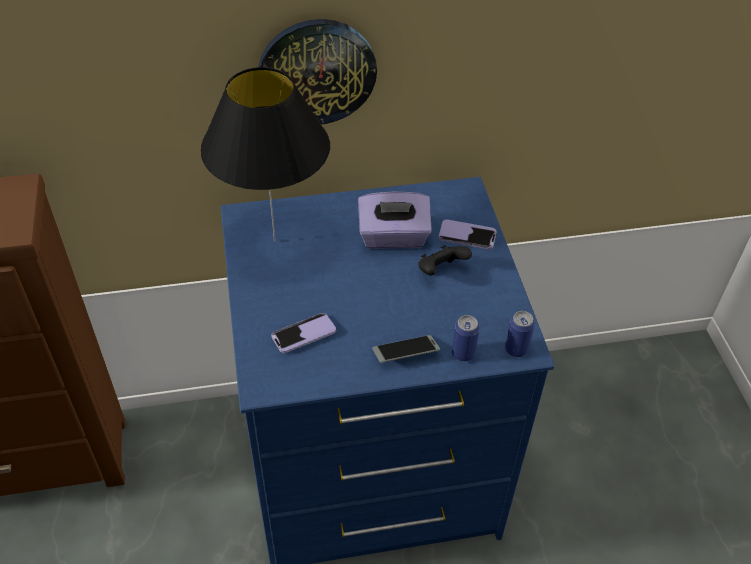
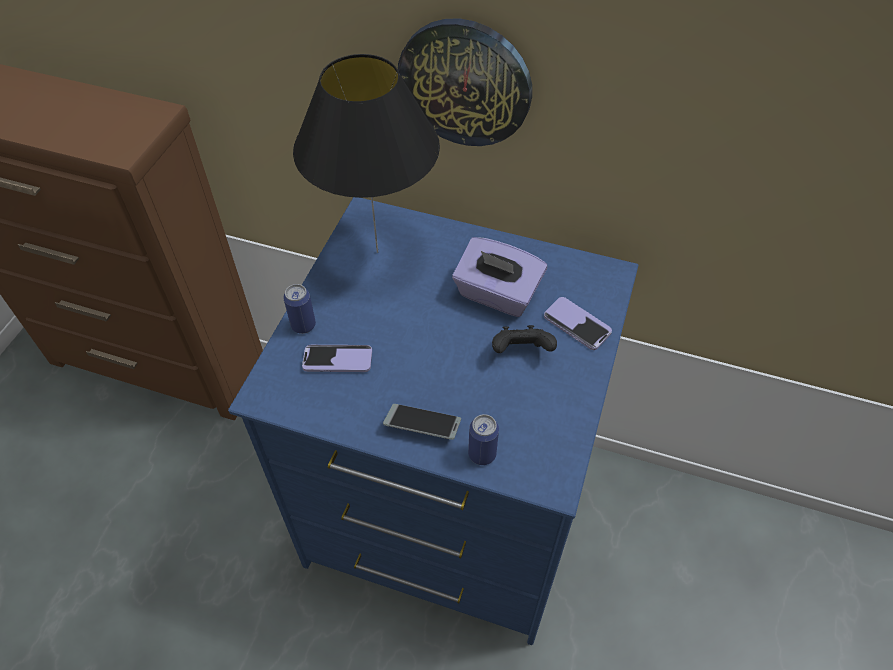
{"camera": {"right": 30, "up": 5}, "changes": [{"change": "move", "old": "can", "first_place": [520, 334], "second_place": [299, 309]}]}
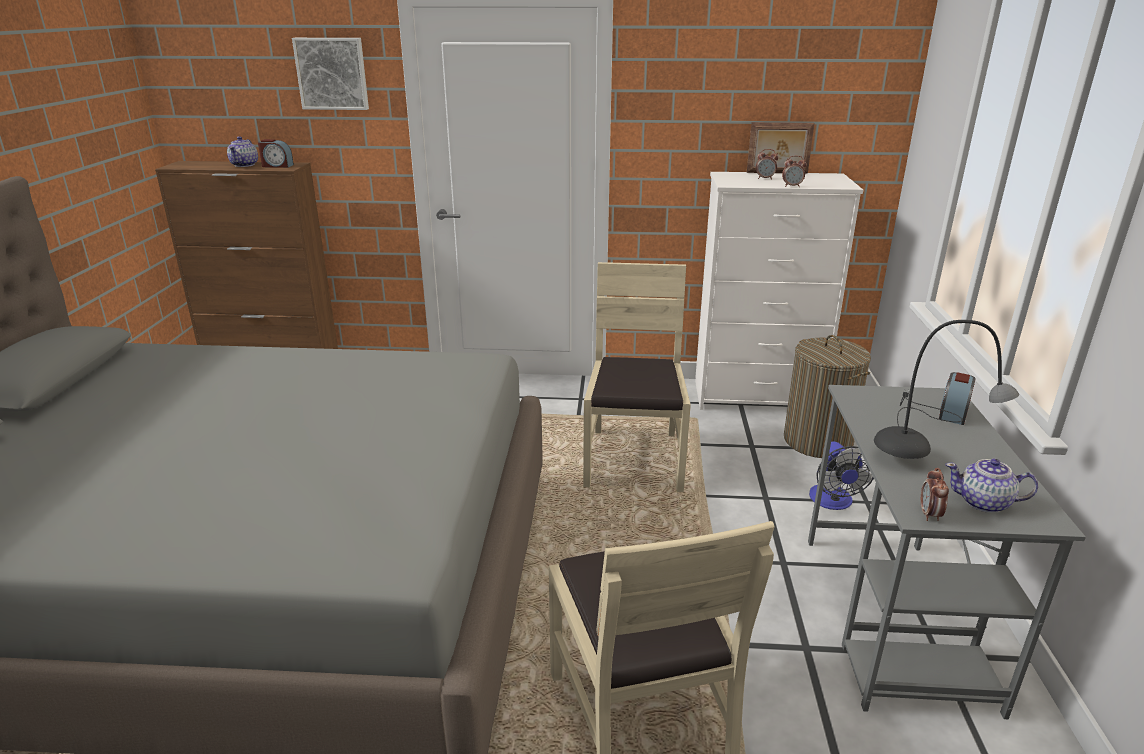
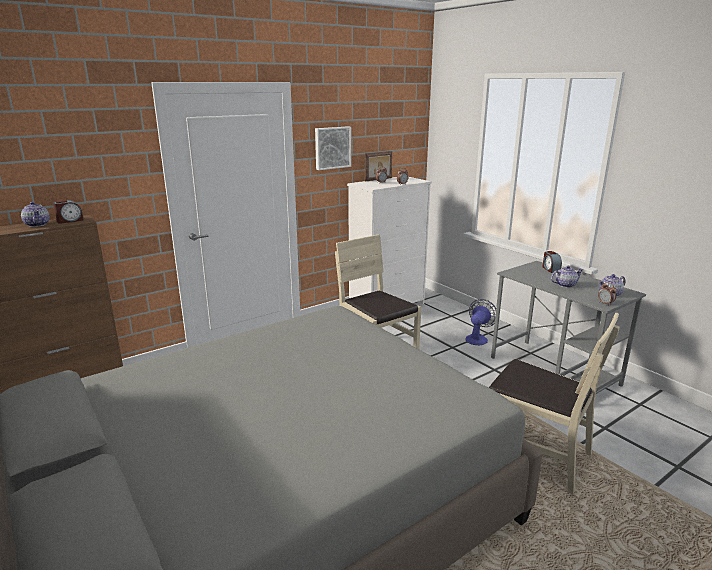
{"camera": {"right": -40, "up": -5}, "changes": [{"change": "move", "old": "picture", "first_place": [330, 74], "second_place": [333, 148]}, {"change": "replace", "old": "grey table lamp", "new": "teapot", "first_place": [946, 389], "second_place": [567, 277]}, {"change": "delete", "old": "laundry basket", "first_place": [827, 396]}, {"change": "rotate", "old": "fan", "first_place": [841, 476], "second_place": [480, 322], "degrees": -105}]}
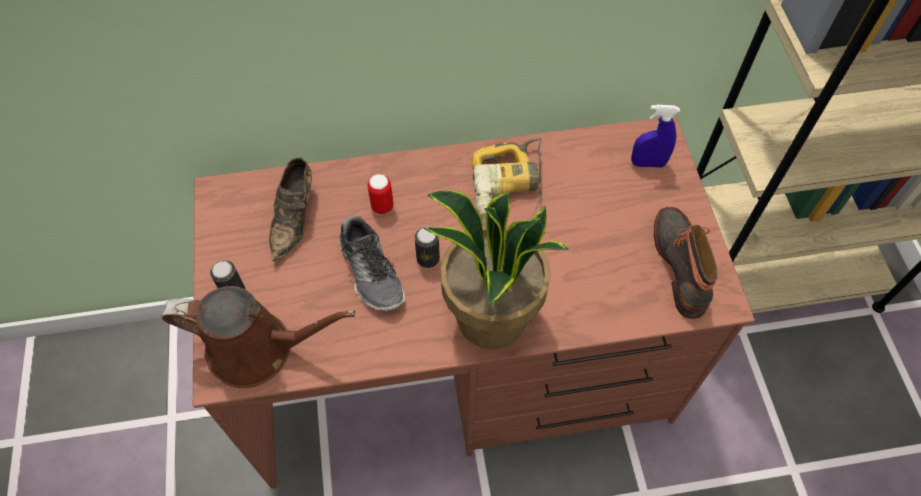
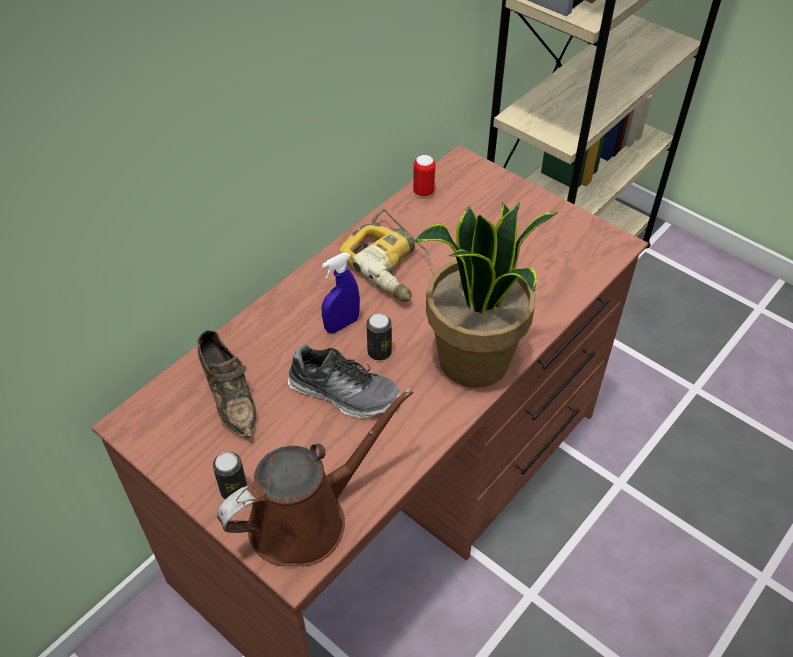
{"camera": {"right": -40, "up": -10}, "changes": [{"change": "move", "old": "blue spray bottle", "first_place": [655, 136], "second_place": [340, 293]}, {"change": "move", "old": "can", "first_place": [380, 194], "second_place": [424, 176]}, {"change": "delete", "old": "boot", "first_place": [686, 263]}]}
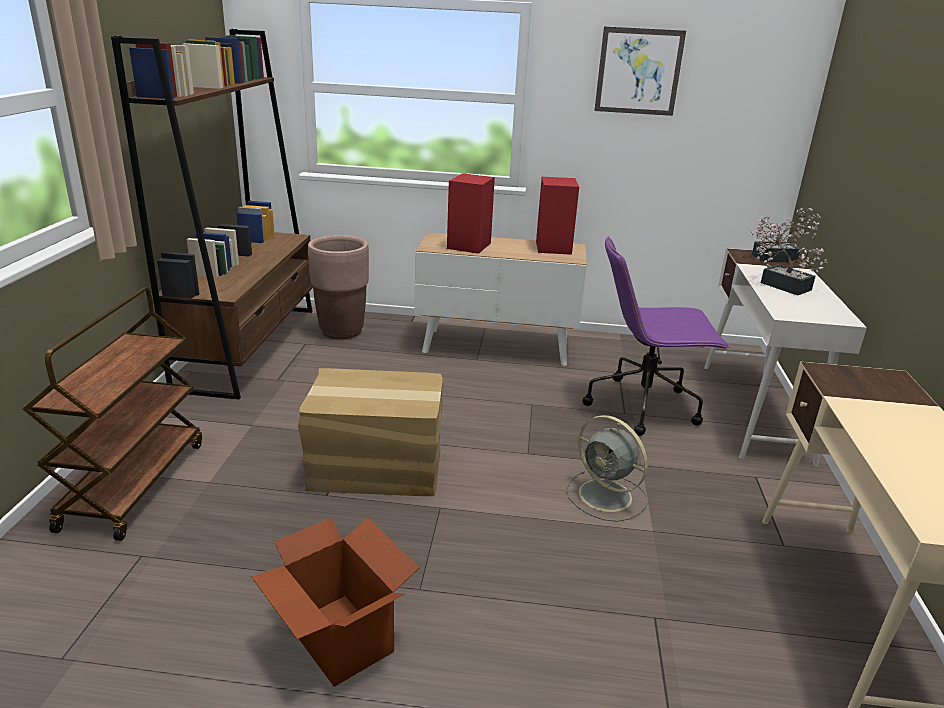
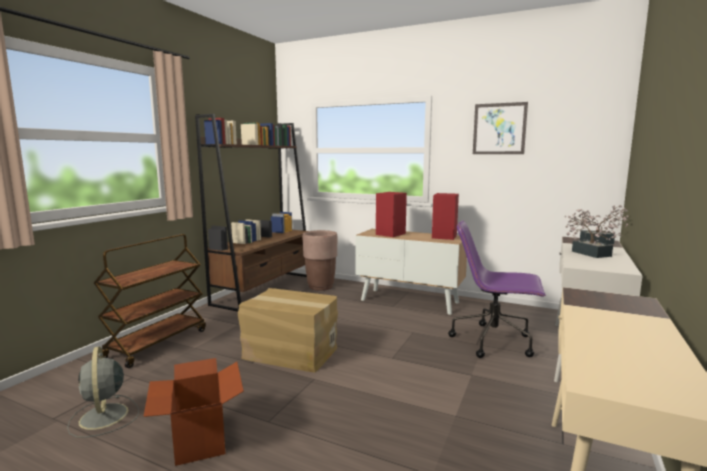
{"camera": {"right": 20, "up": -15}, "changes": [{"change": "move", "old": "grey fan", "first_place": [607, 468], "second_place": [103, 392]}]}
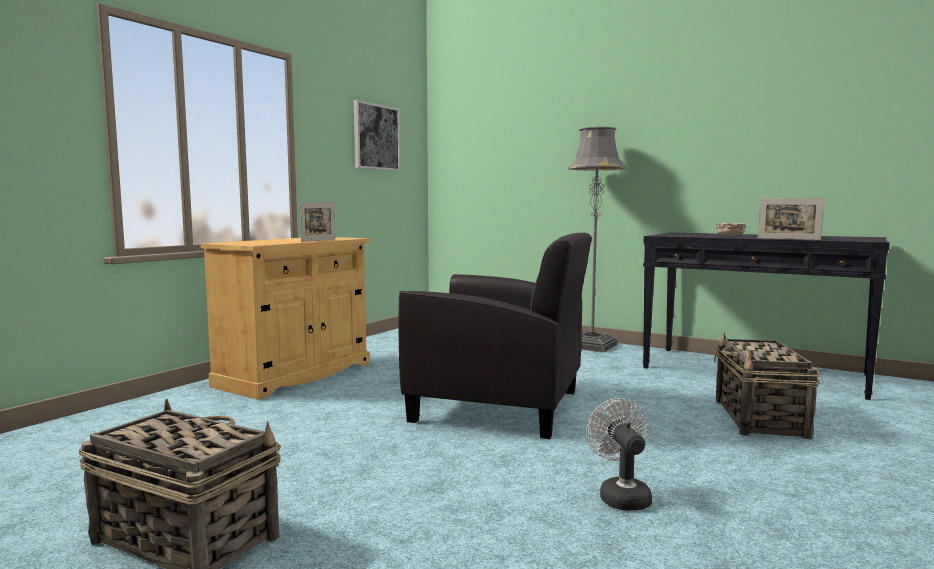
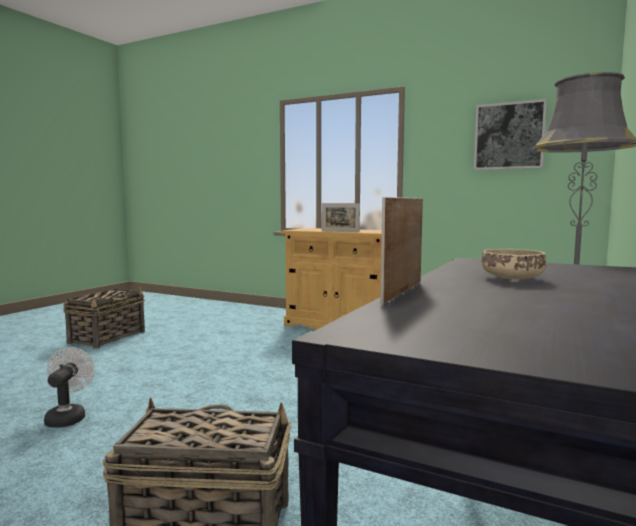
{"camera": {"right": 85, "up": 0}, "changes": [{"change": "delete", "old": "black armchair", "first_place": [495, 336]}, {"change": "rotate", "old": "white fan", "first_place": [619, 454], "second_place": [69, 387], "degrees": -75}]}
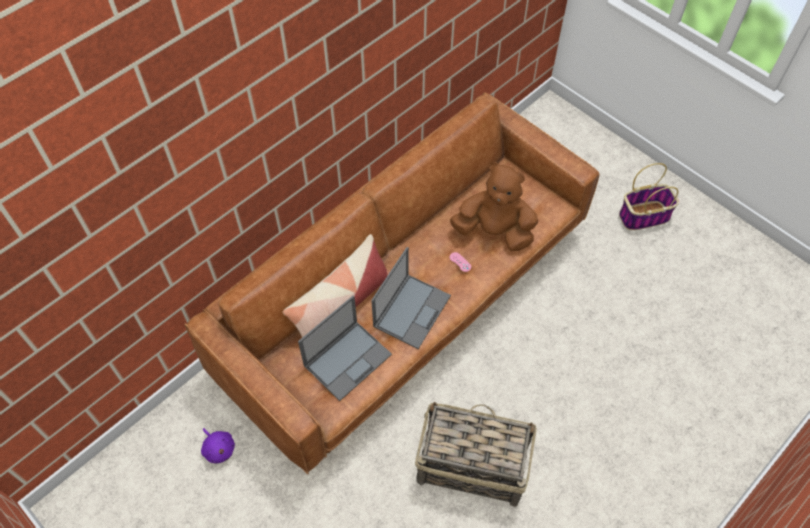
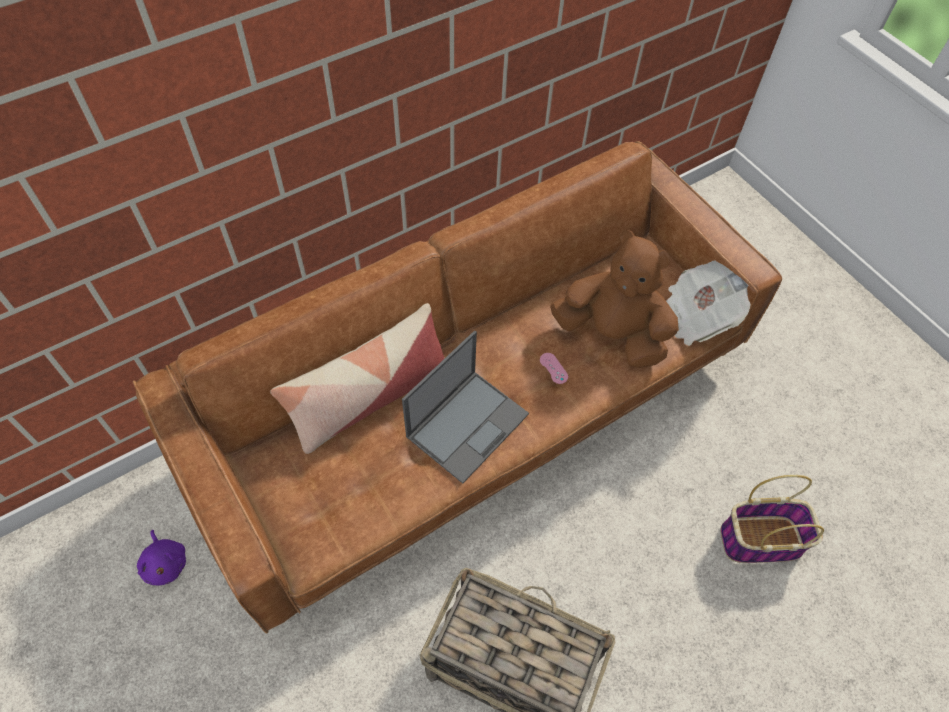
{"camera": {"right": 10, "up": 0}, "changes": [{"change": "move", "old": "basket", "first_place": [649, 196], "second_place": [772, 519]}, {"change": "delete", "old": "laptop", "first_place": [345, 348]}, {"change": "insert", "new": "newspaper", "second_place": [708, 303]}]}
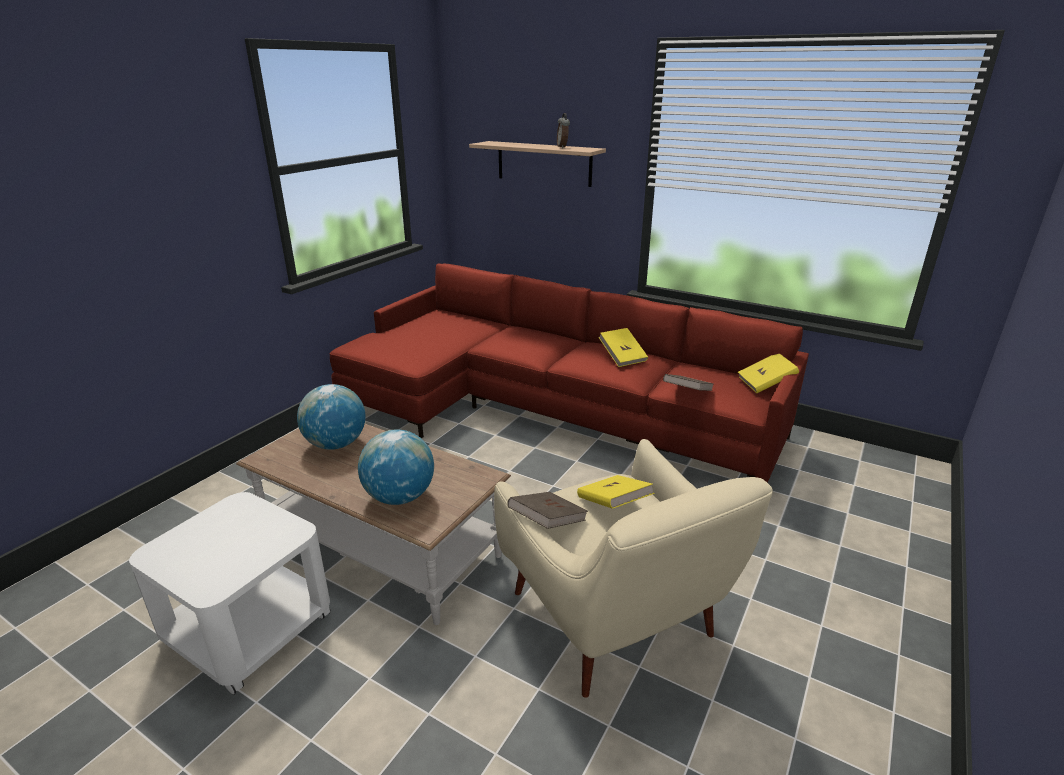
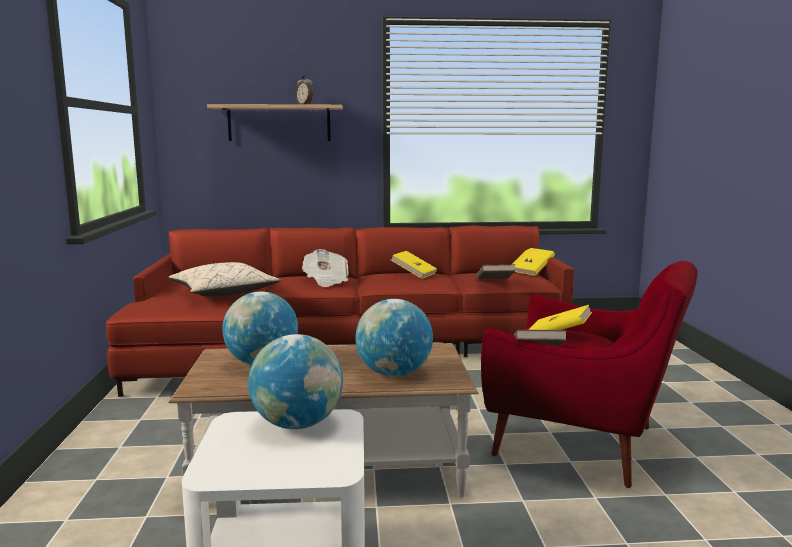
{"camera": {"right": -35, "up": -15}, "changes": [{"change": "recolor", "old": "beige armchair", "new": "red armchair", "first_place": [633, 568], "second_place": [589, 374]}, {"change": "insert", "new": "newspaper", "second_place": [325, 268]}, {"change": "insert", "new": "beige pillow", "second_place": [225, 279]}, {"change": "insert", "new": "globe", "second_place": [295, 381]}]}
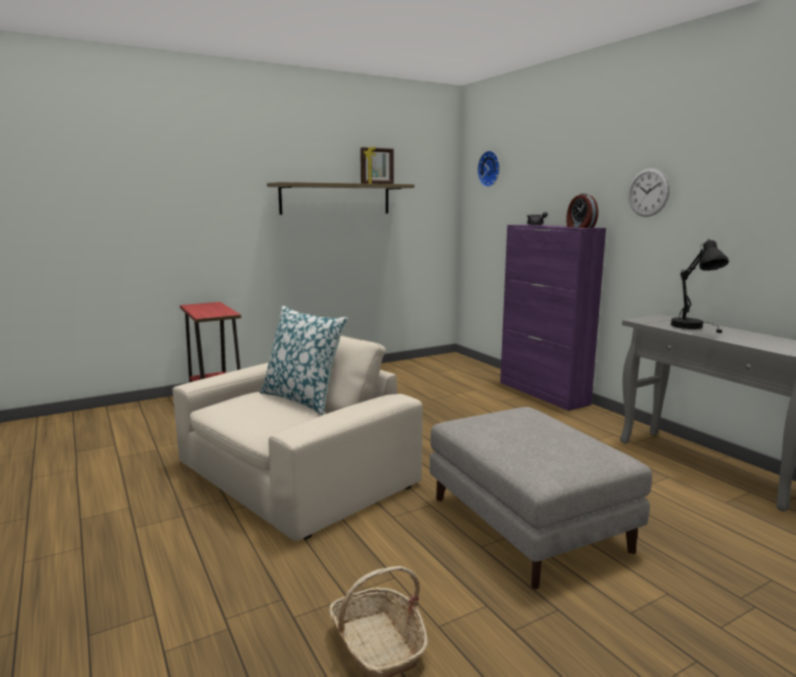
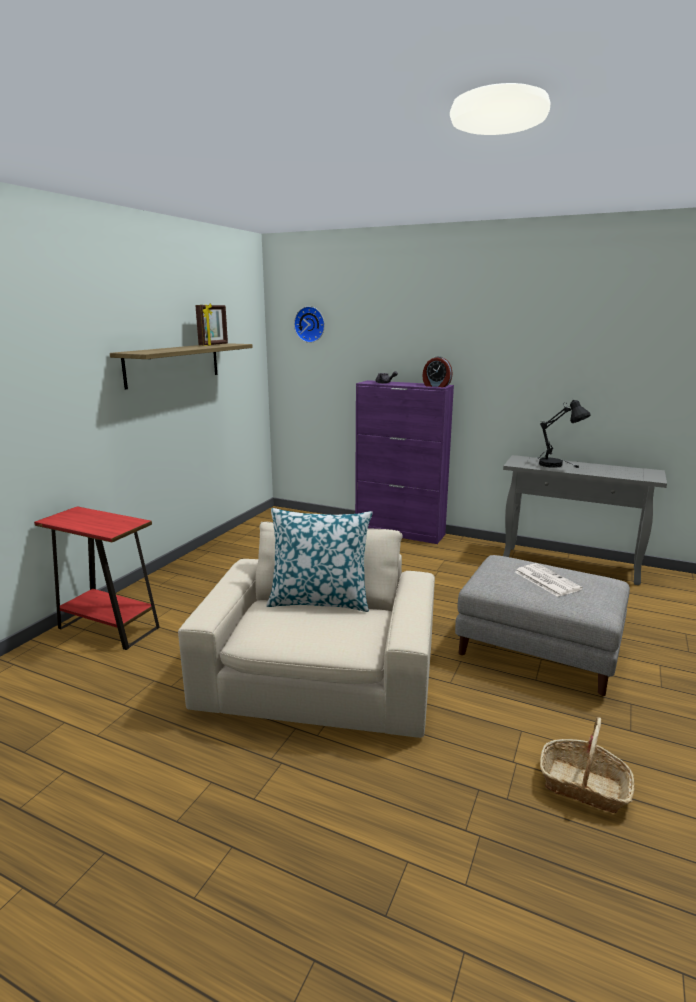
{"camera": {"right": -35, "up": 5}, "changes": [{"change": "delete", "old": "wall clock", "first_place": [649, 192]}, {"change": "insert", "new": "newspaper", "second_place": [549, 580]}]}
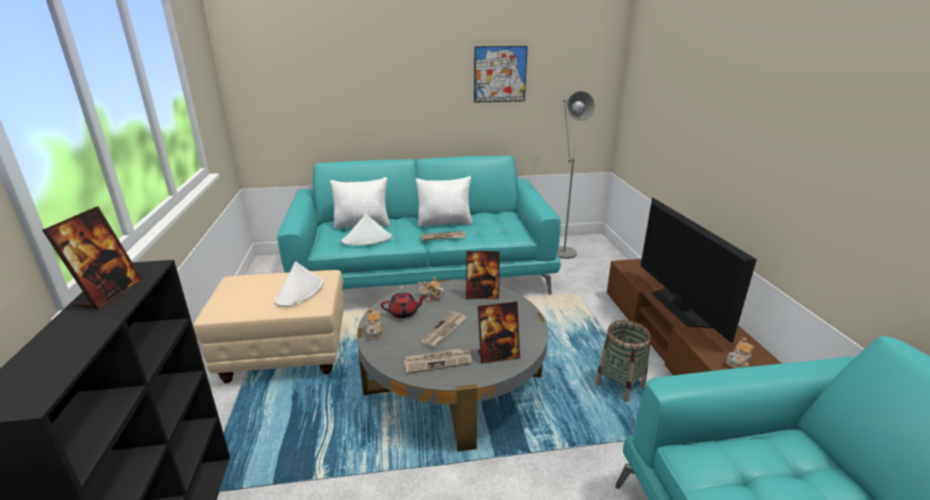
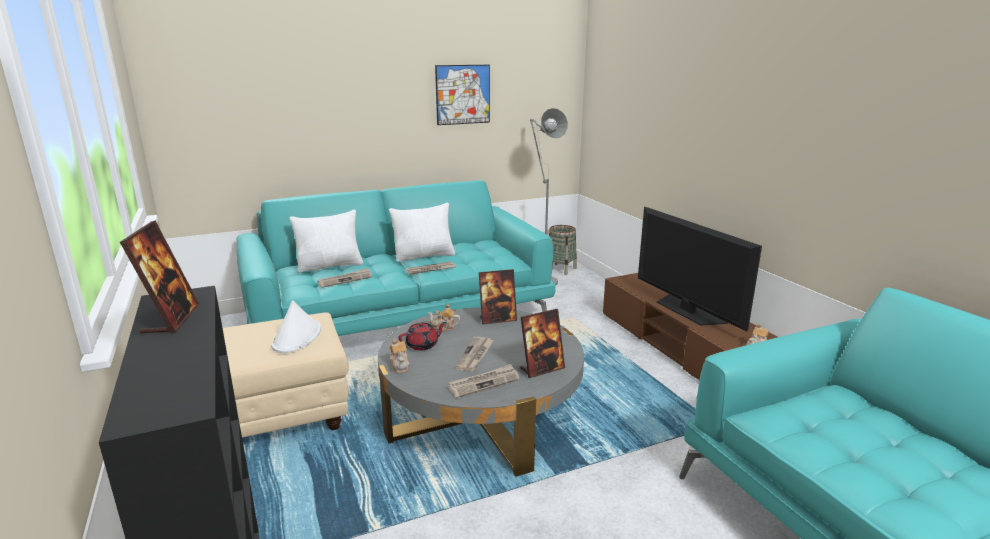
{"camera": {"right": -15, "up": -5}, "changes": [{"change": "replace", "old": "white hat", "new": "newspaper", "first_place": [367, 230], "second_place": [344, 278]}, {"change": "move", "old": "basket", "first_place": [623, 361], "second_place": [563, 250]}]}
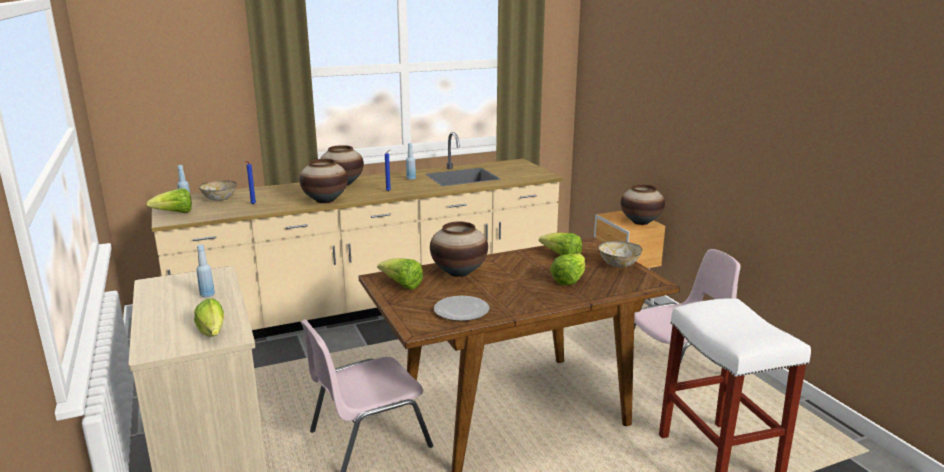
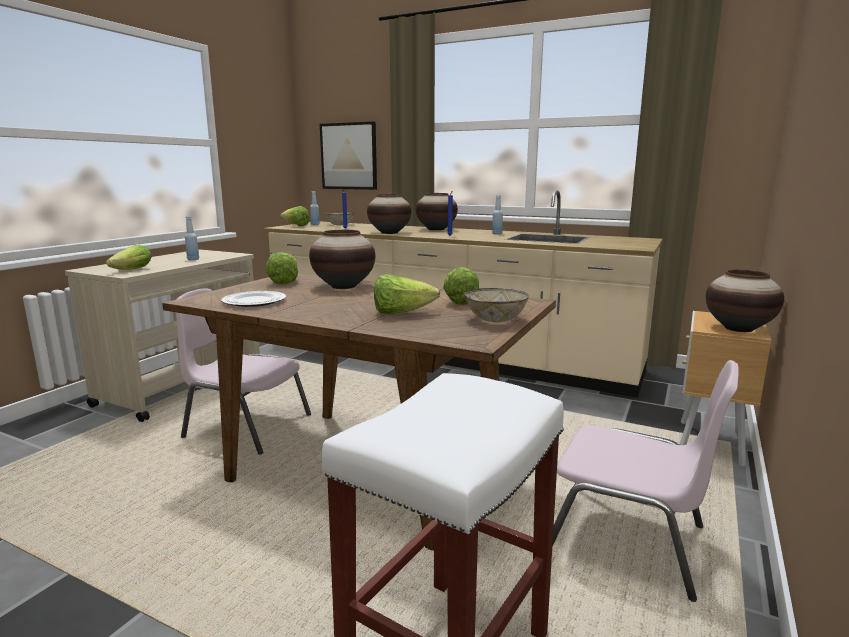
{"camera": {"right": 50, "up": -5}, "changes": [{"change": "insert", "new": "picture", "second_place": [348, 155]}]}
